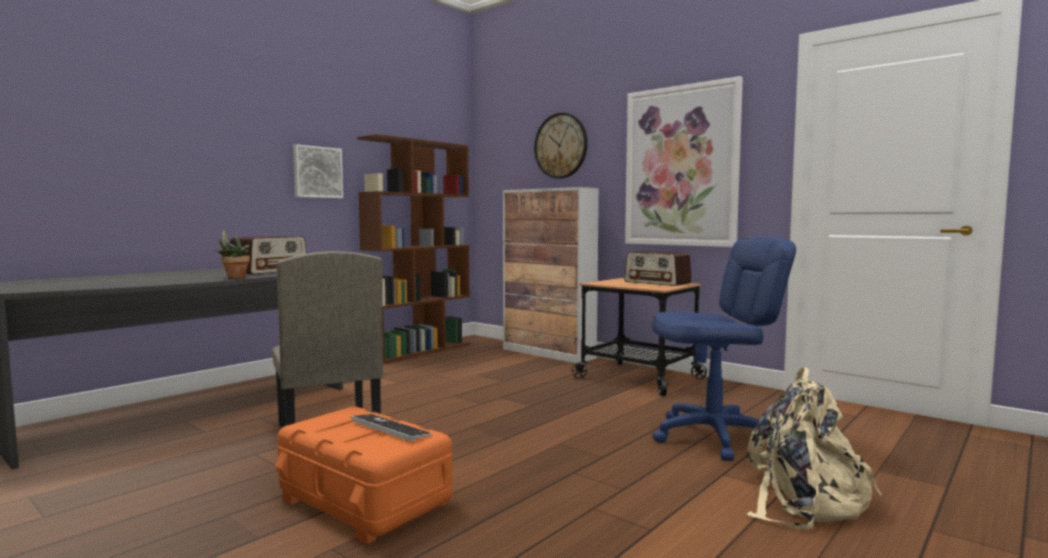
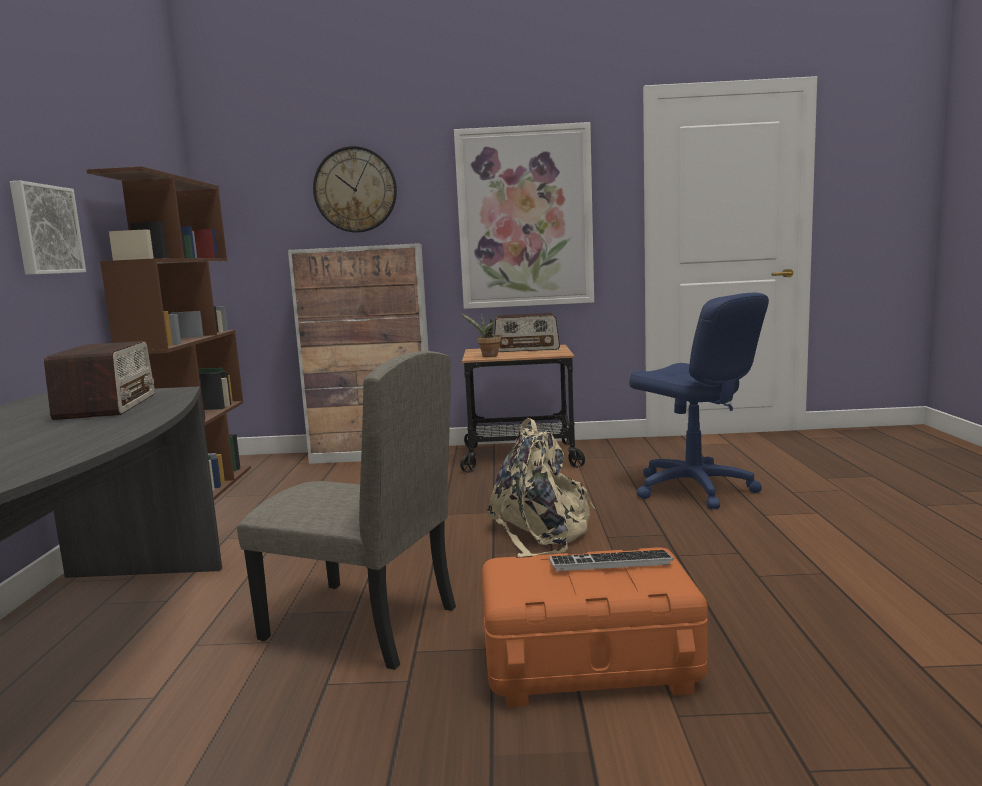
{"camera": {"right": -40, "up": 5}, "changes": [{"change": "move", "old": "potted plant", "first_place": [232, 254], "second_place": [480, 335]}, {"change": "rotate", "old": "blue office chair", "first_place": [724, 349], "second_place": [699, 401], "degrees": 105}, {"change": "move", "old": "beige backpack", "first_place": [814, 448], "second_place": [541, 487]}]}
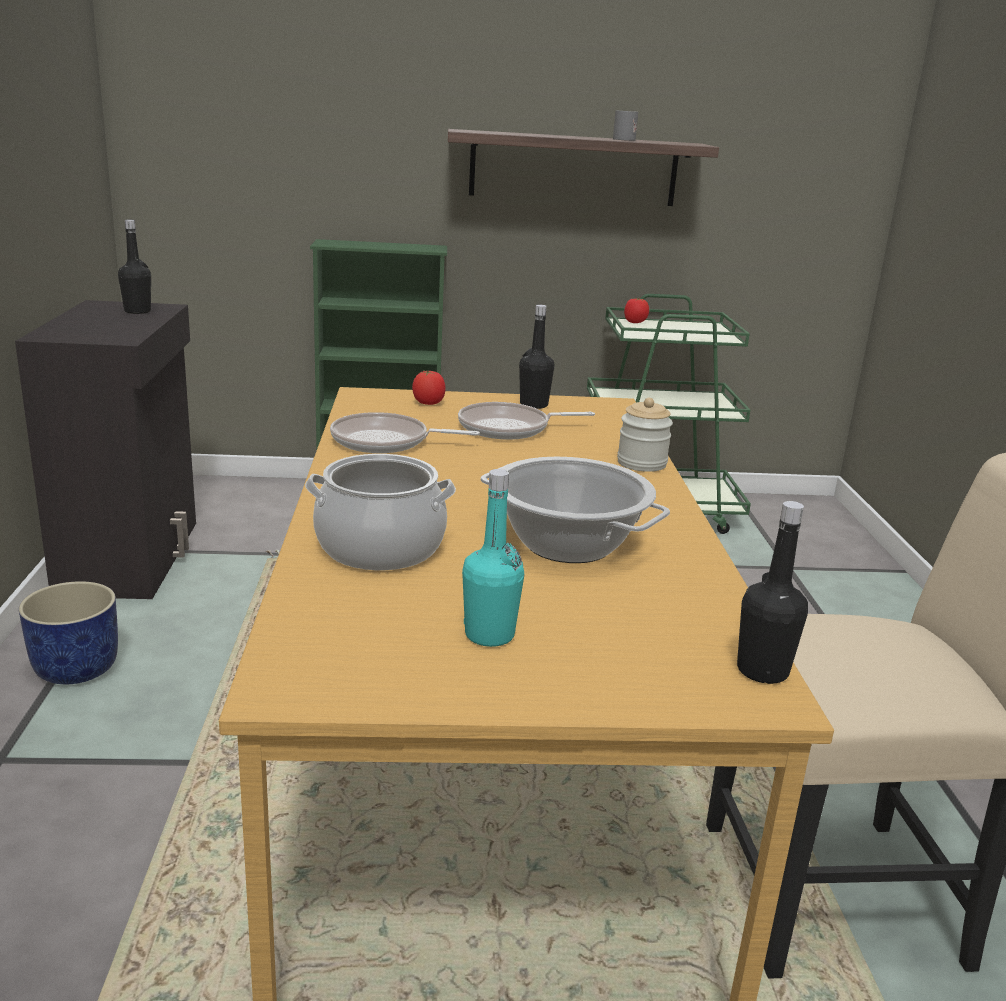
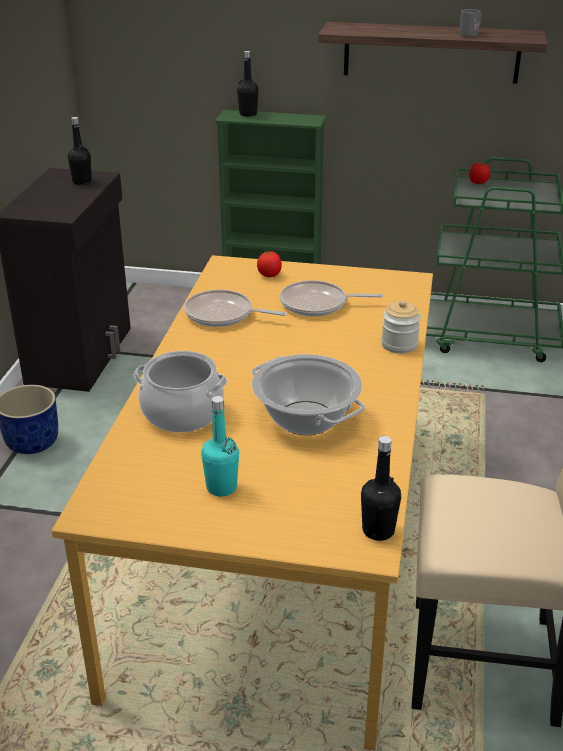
{"camera": {"right": 15, "up": 10}, "changes": [{"change": "move", "old": "black bottle", "first_place": [536, 357], "second_place": [248, 84]}]}
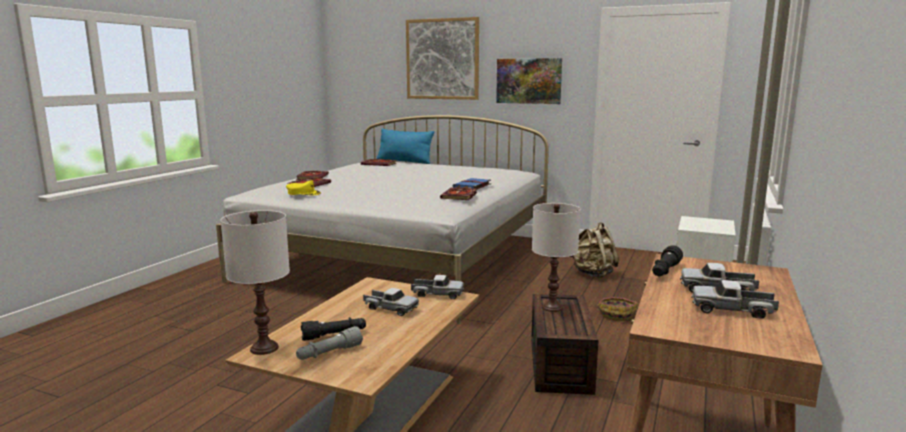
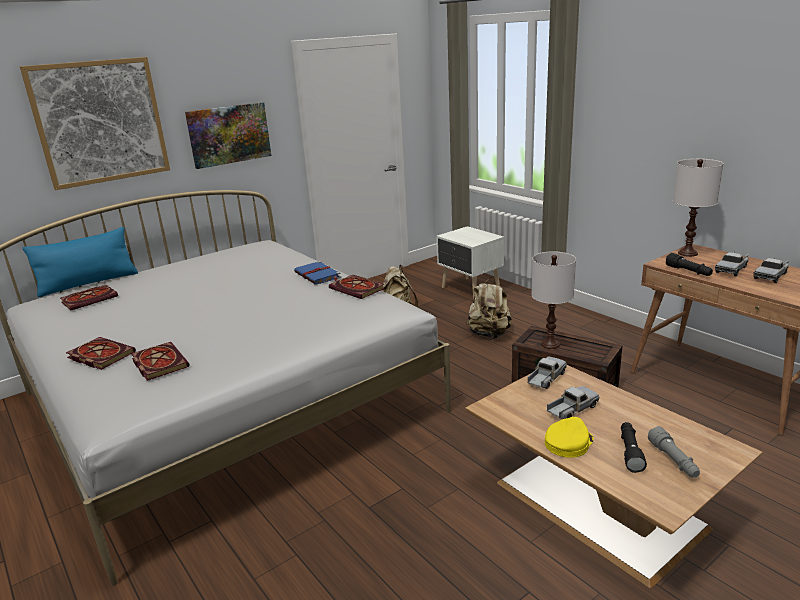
{"camera": {"right": -60, "up": 10}, "changes": [{"change": "move", "old": "yellow cap", "first_place": [303, 187], "second_place": [569, 437]}, {"change": "move", "old": "white table lamp", "first_place": [255, 282], "second_place": [698, 208]}, {"change": "replace", "old": "basket", "new": "beige backpack", "first_place": [618, 309], "second_place": [489, 308]}]}
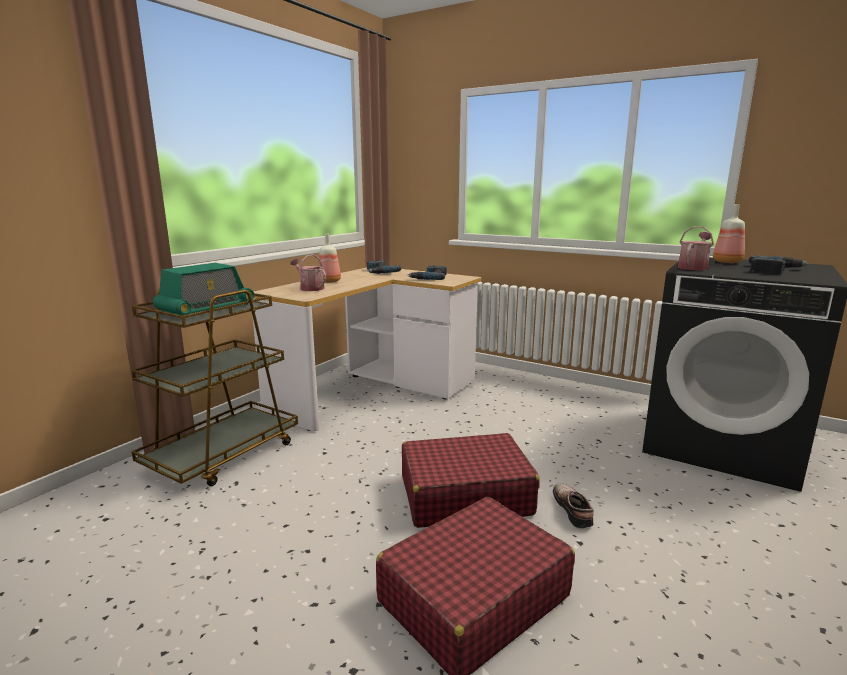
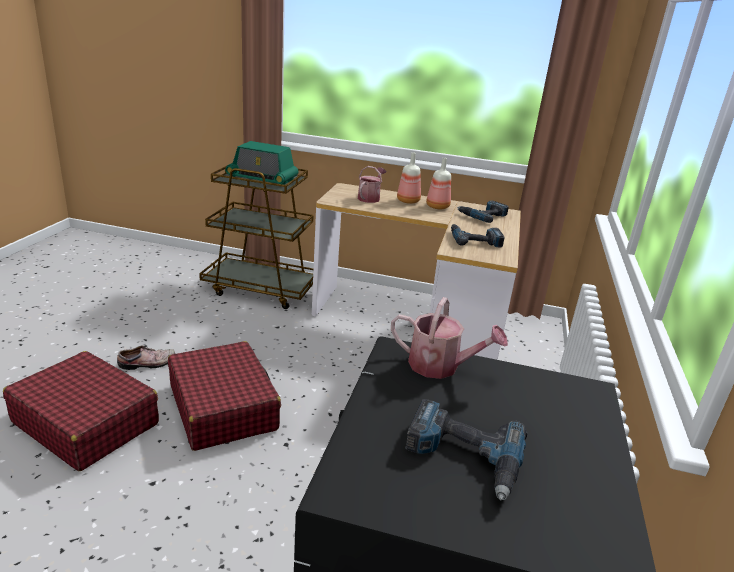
{"camera": {"right": 70, "up": 10}, "changes": [{"change": "move", "old": "bottle", "first_place": [729, 233], "second_place": [438, 183]}, {"change": "move", "old": "shoe", "first_place": [573, 505], "second_place": [146, 357]}]}
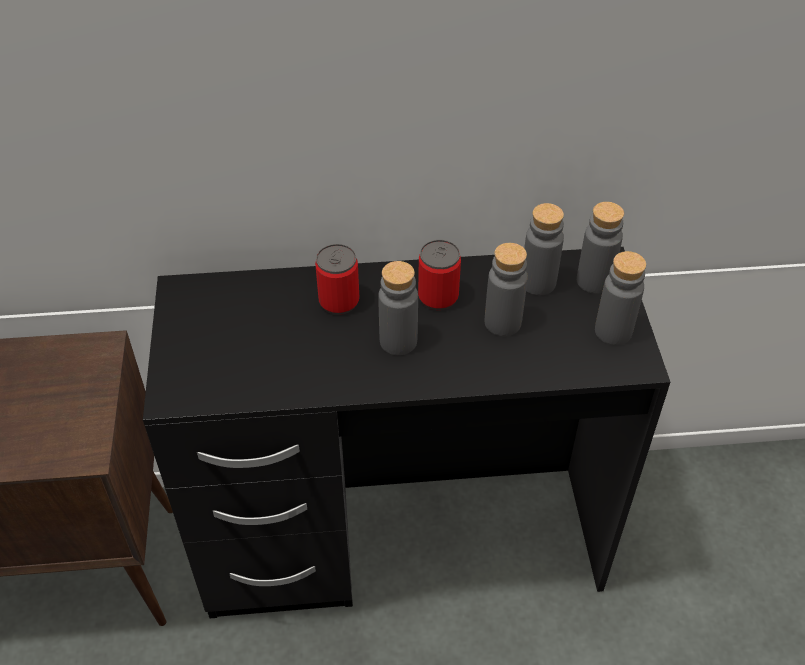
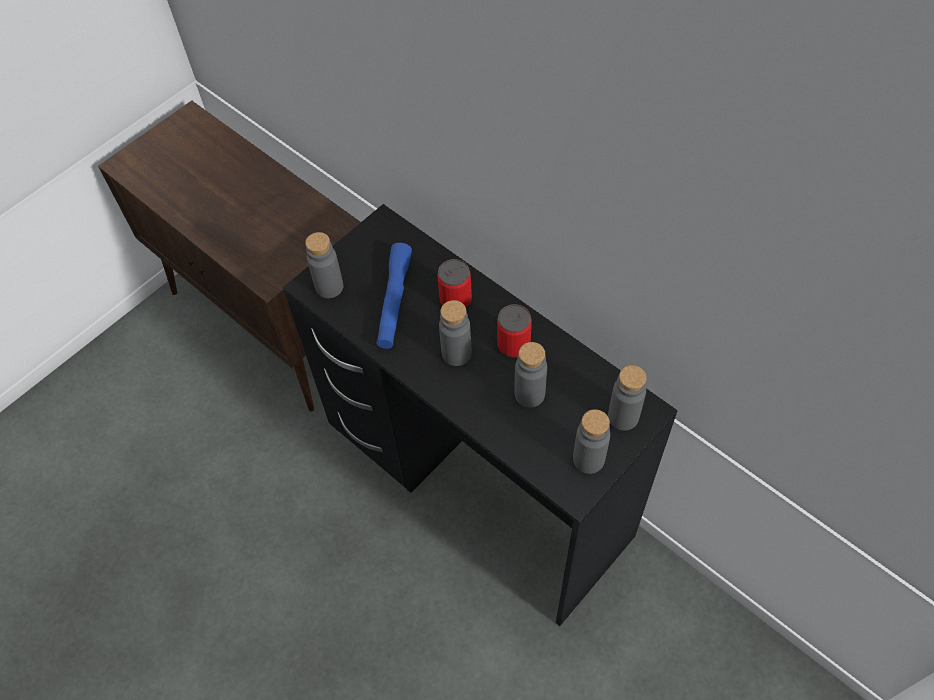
{"camera": {"right": 50, "up": 10}, "changes": [{"change": "move", "old": "grey bottle", "first_place": [544, 249], "second_place": [324, 265]}, {"change": "insert", "new": "blue flashlight", "second_place": [394, 296]}]}
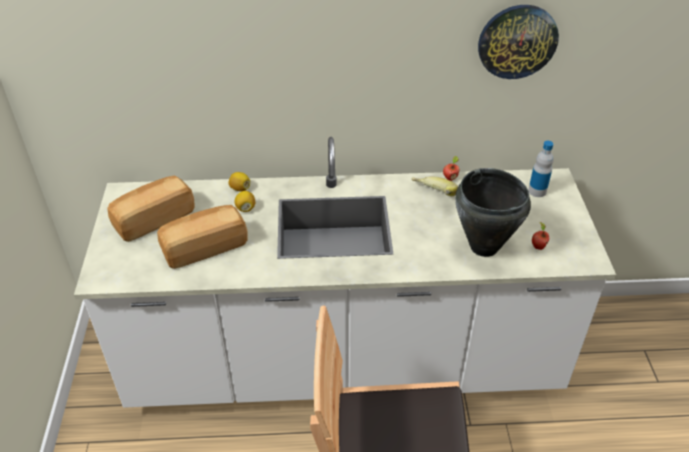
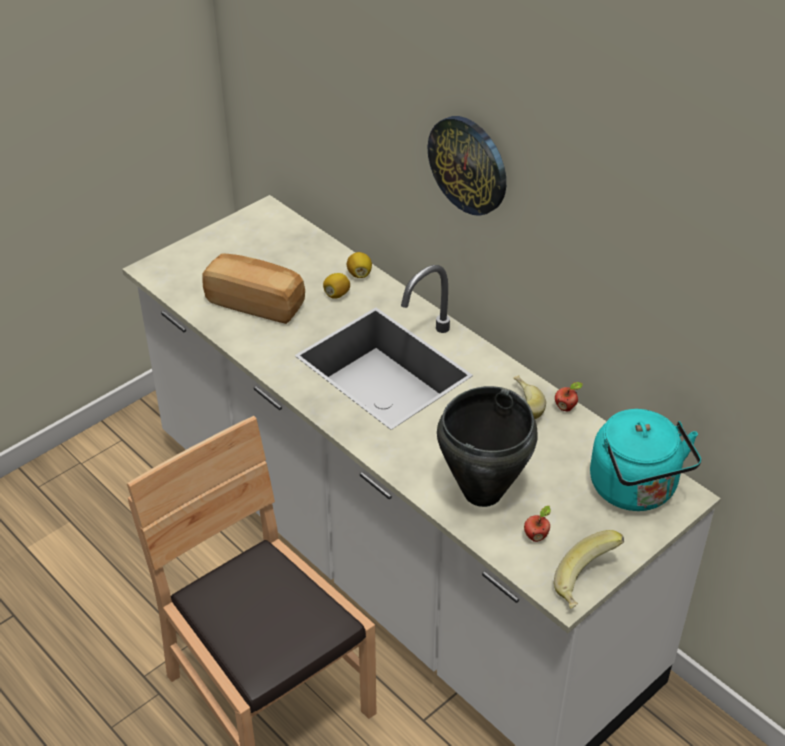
{"camera": {"right": 50, "up": 0}, "changes": [{"change": "move", "old": "wall clock", "first_place": [518, 42], "second_place": [467, 166]}, {"change": "replace", "old": "bottle", "new": "turquoise kettle", "first_place": [541, 169], "second_place": [645, 460]}, {"change": "delete", "old": "bread", "first_place": [151, 209]}, {"change": "insert", "new": "banana", "second_place": [589, 569]}]}
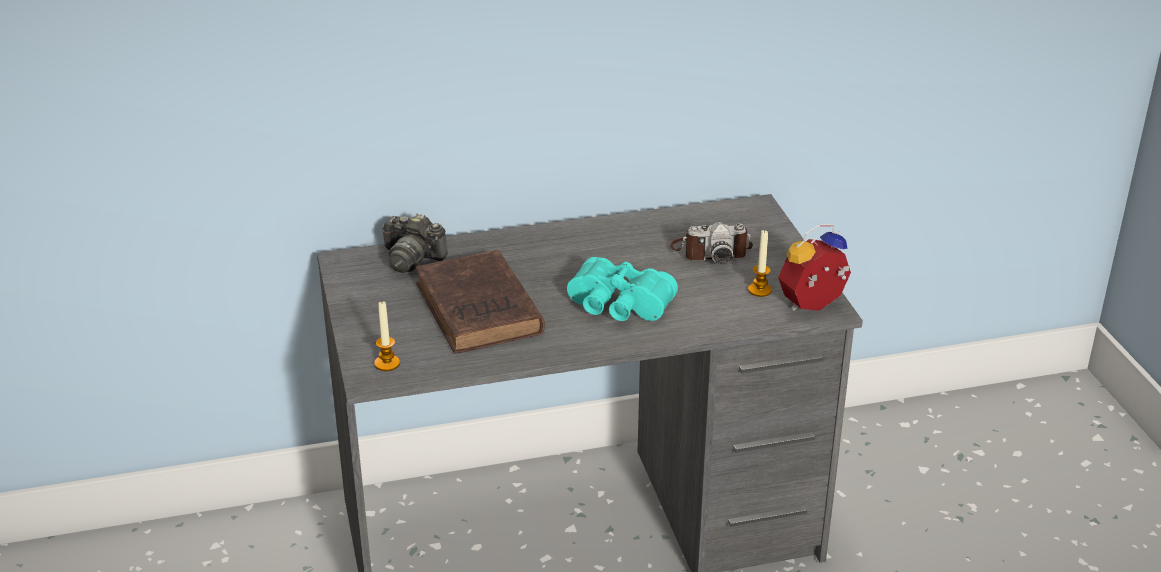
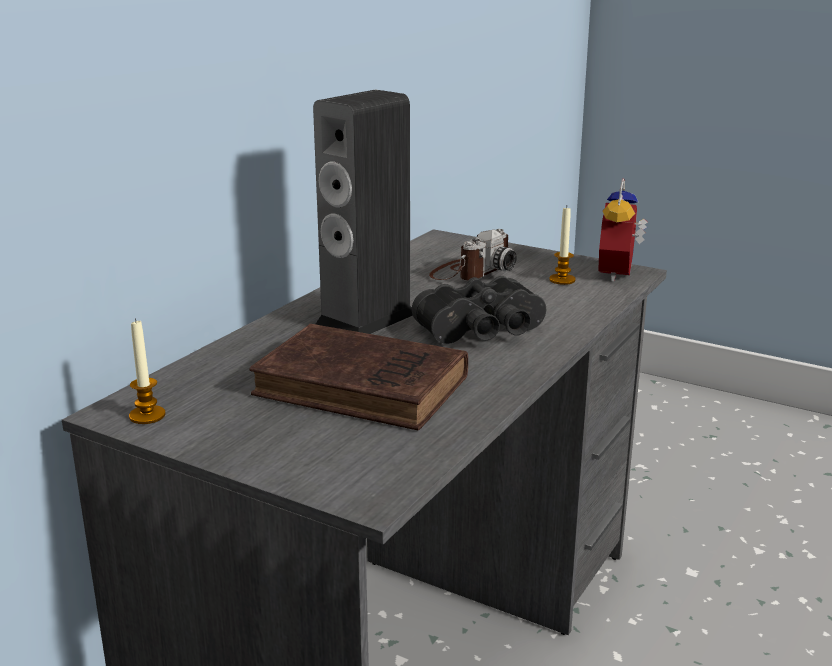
{"camera": {"right": -45, "up": -10}, "changes": [{"change": "delete", "old": "photo camera", "first_place": [415, 243]}, {"change": "recolor", "old": "turquoise binoculars", "new": "black binoculars", "first_place": [622, 289], "second_place": [479, 310]}, {"change": "move", "old": "candle", "first_place": [387, 336], "second_place": [147, 371]}, {"change": "insert", "new": "speaker", "second_place": [363, 212]}]}
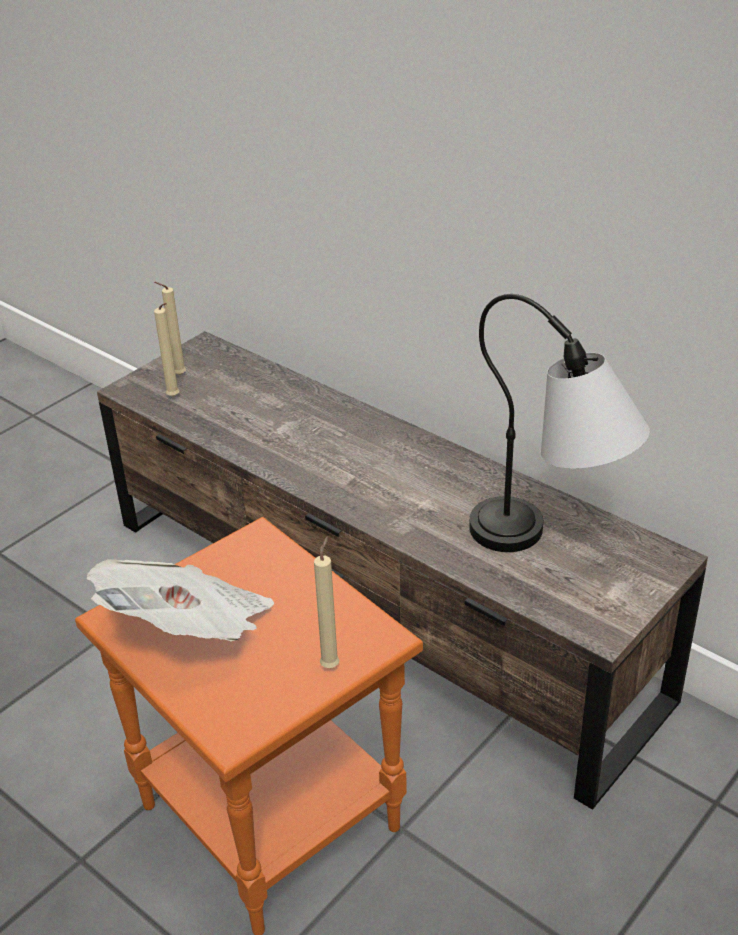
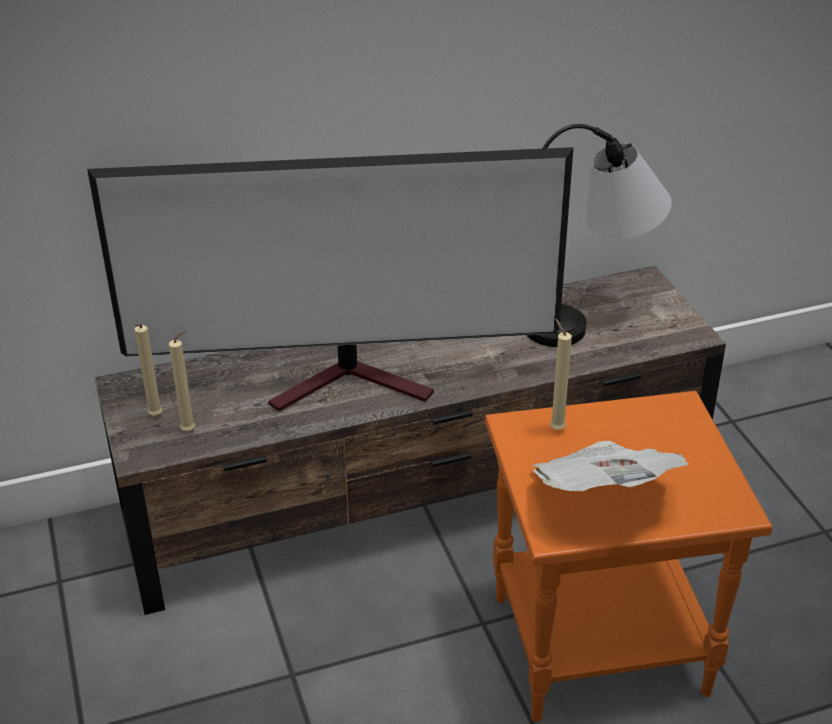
{"camera": {"right": -60, "up": 0}, "changes": [{"change": "move", "old": "beige candle", "first_place": [326, 602], "second_place": [561, 374]}, {"change": "insert", "new": "television", "second_place": [330, 279]}]}
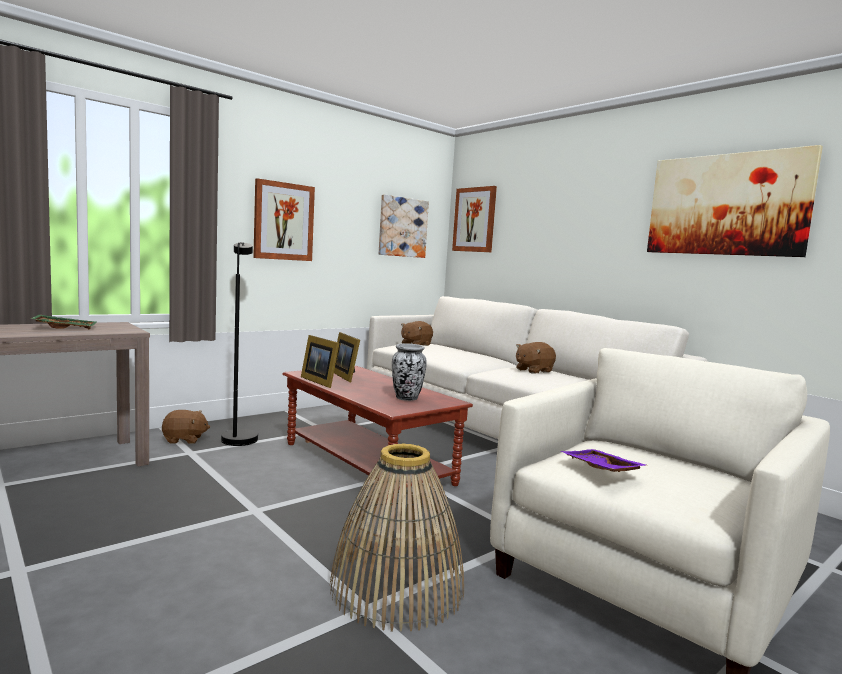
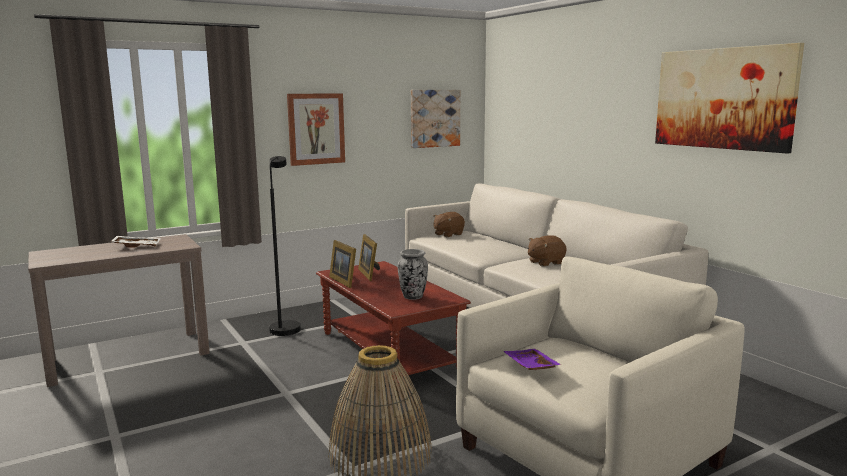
{"camera": {"right": 10, "up": 5}, "changes": [{"change": "delete", "old": "picture", "first_place": [474, 219]}, {"change": "recolor", "old": "green tray", "new": "white tray", "first_place": [63, 322], "second_place": [136, 242]}, {"change": "delete", "old": "brown plush toy", "first_place": [186, 427]}]}
